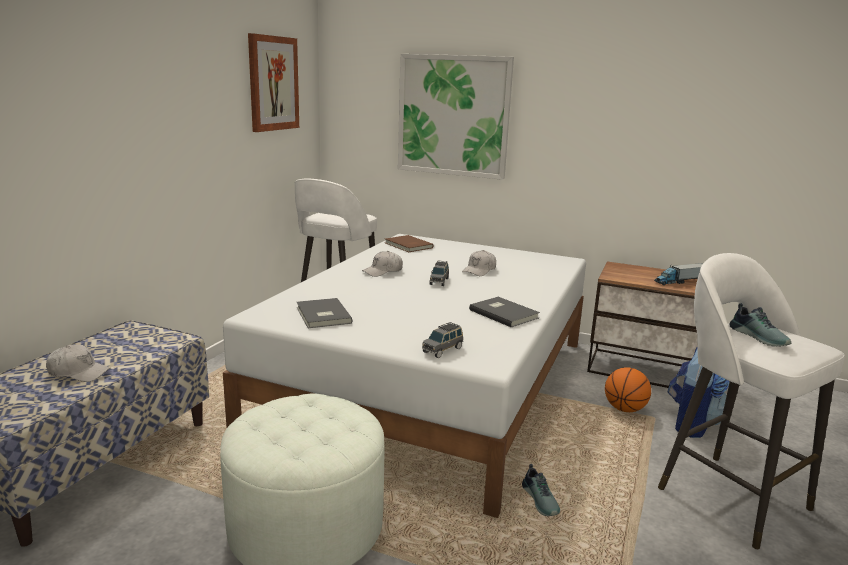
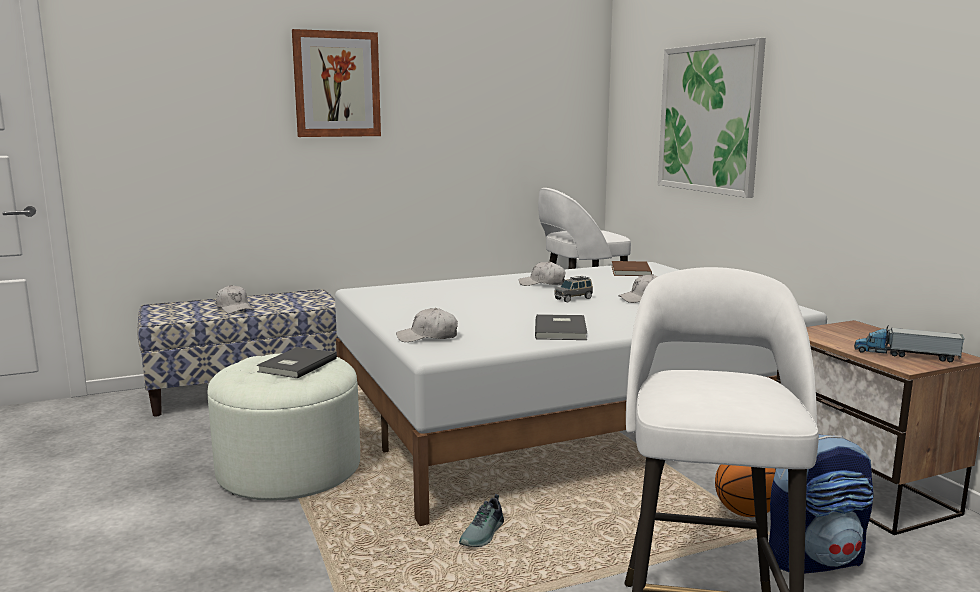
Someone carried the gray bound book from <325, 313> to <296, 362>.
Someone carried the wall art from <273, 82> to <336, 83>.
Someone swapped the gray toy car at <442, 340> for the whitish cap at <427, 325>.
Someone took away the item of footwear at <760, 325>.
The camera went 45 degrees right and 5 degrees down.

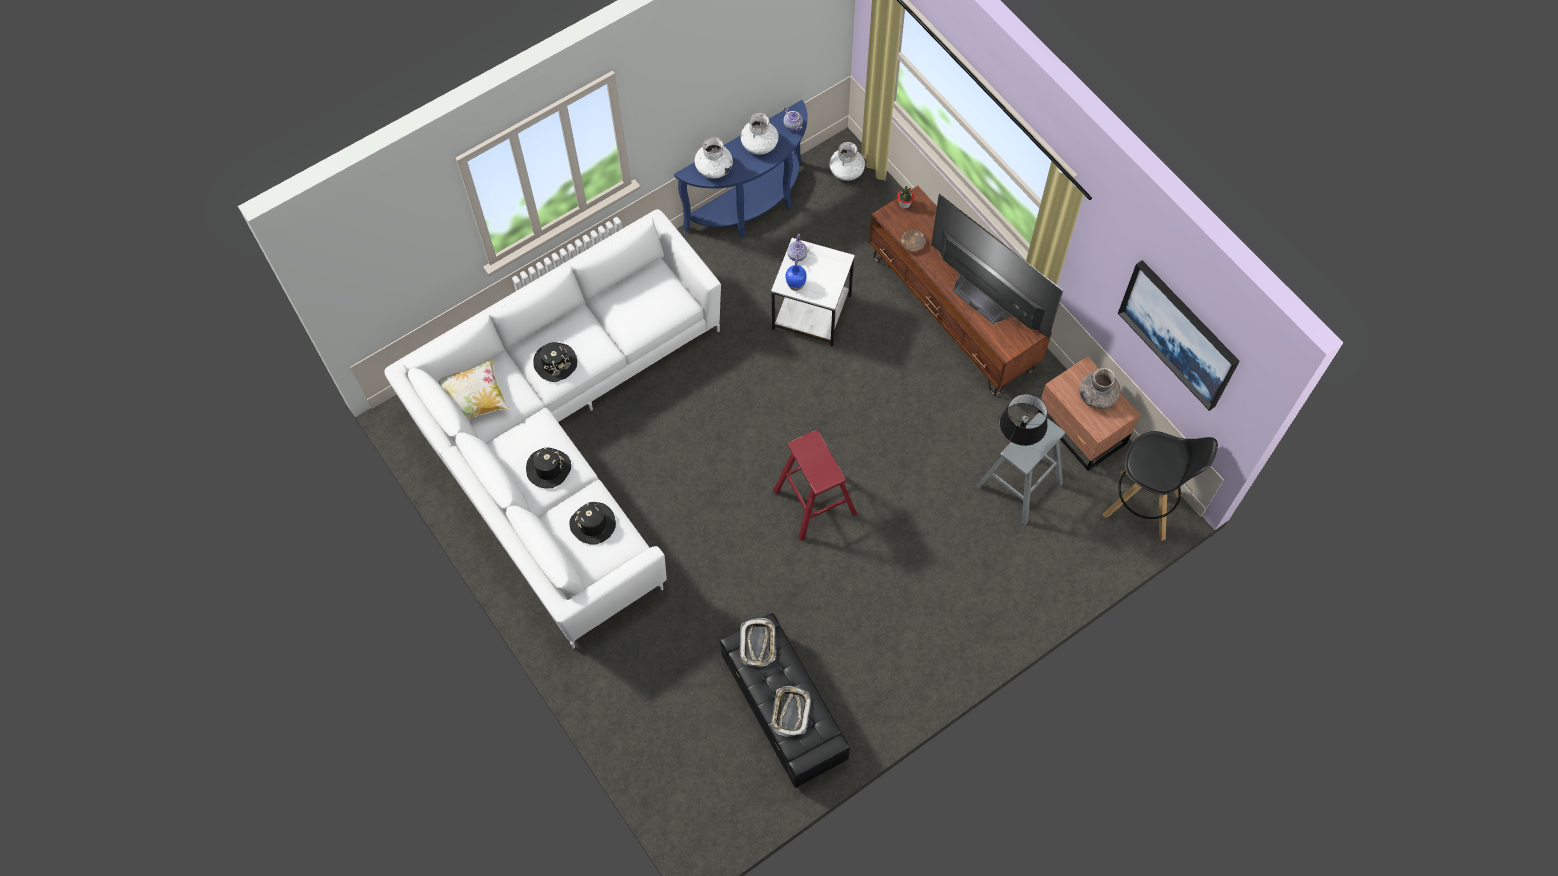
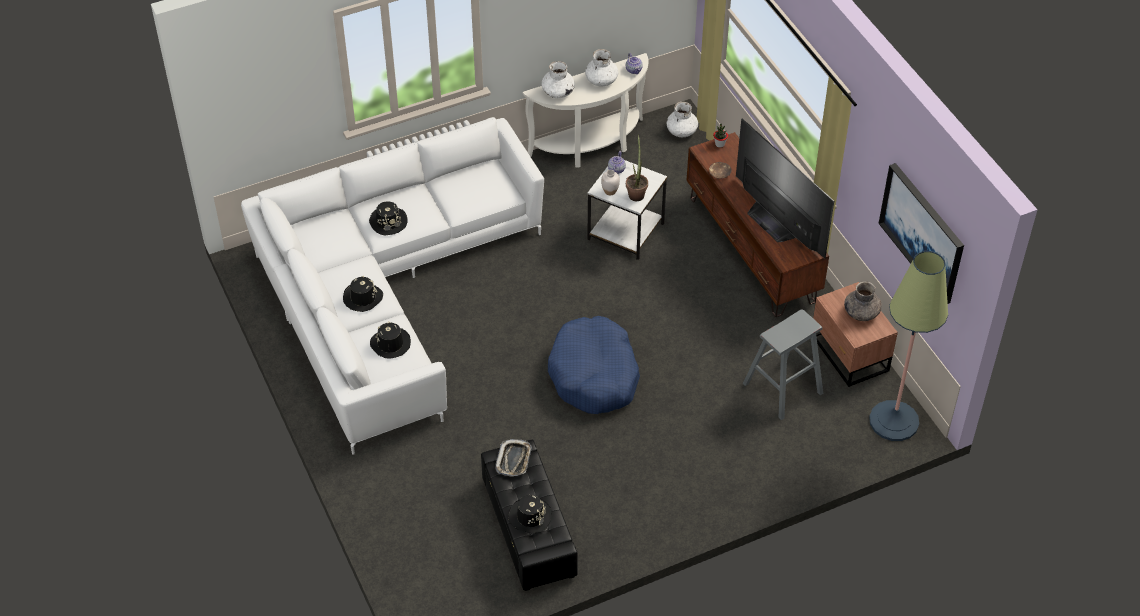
Someone swapped the serving tray at <791, 711> for the black-coloured clothing hat at <530, 514>.
Someone repainted the blue-coloured console table at <741, 168>, which became the whitish console table at <585, 110>.
Someone swapped the reddish stool seat at <815, 485> for the blue-coloured dog cushion at <594, 365>.
Someone repainted the blue-coloured flower vase at <796, 278>, which became the whitish flower vase at <610, 182>.
Someone put down the houseplant at <637, 167>.
Someone swapped the black-coloured stool seat at <1160, 486> for the floor lamp at <908, 346>.
Someone took away the throw pillow at <474, 388>.
Someone took away the black-coloured table lamp at <1023, 420>.
The camera went 10 degrees right and 15 degrees down.

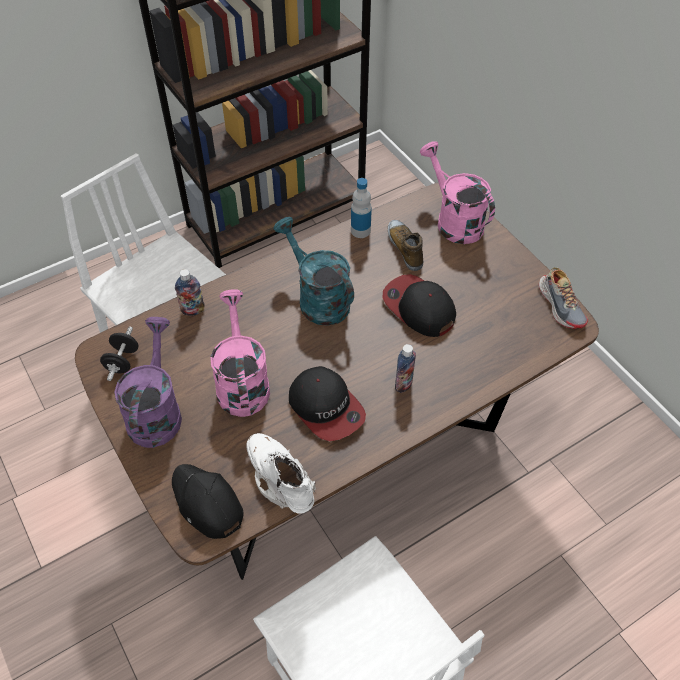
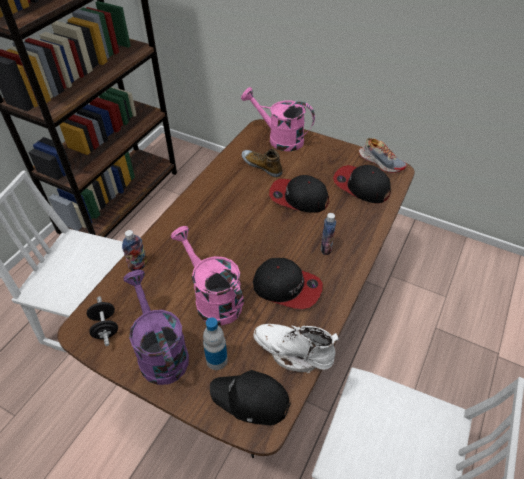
Someone carried the beverage bottle from <361, 208> to <215, 343>.
Someone put down the cap at <362, 184>.
Someone took away the turquoise-coloured watering can at <313, 271>.
The camera went 30 degrees left and 5 degrees down.

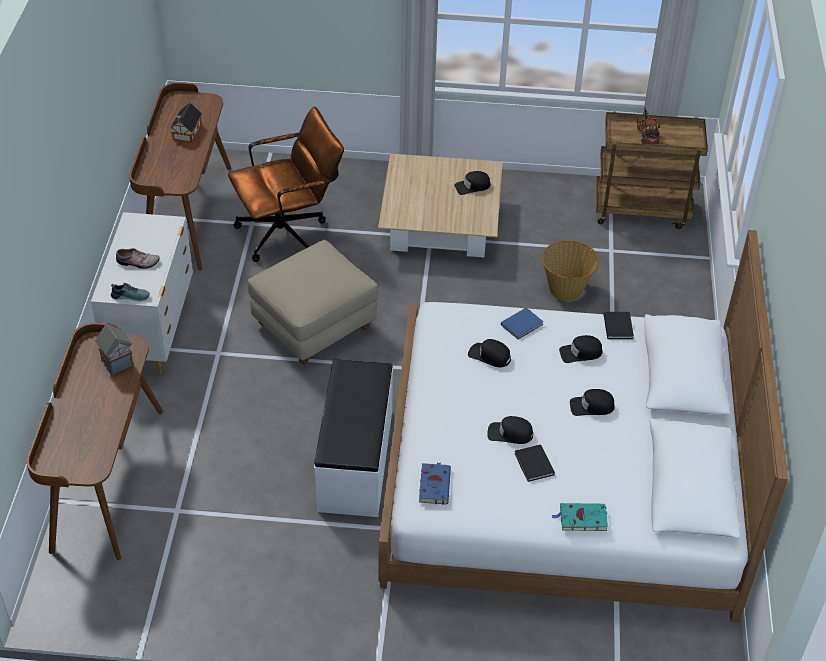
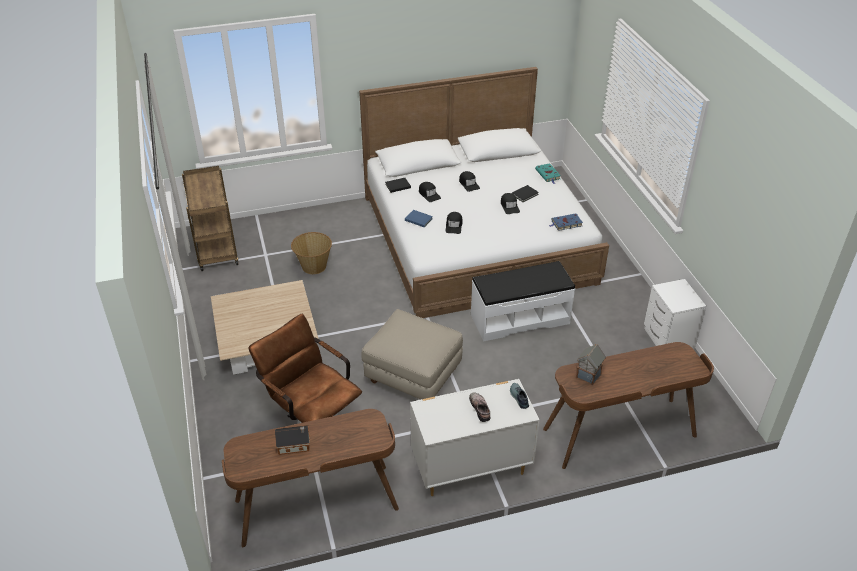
Someone put down the whitish night table at <675, 314>.
Someone took away the black-coloured cap at <472, 183>.
Someone took away the toy truck at <649, 126>.
The camera went 110 degrees left and 5 degrees down.

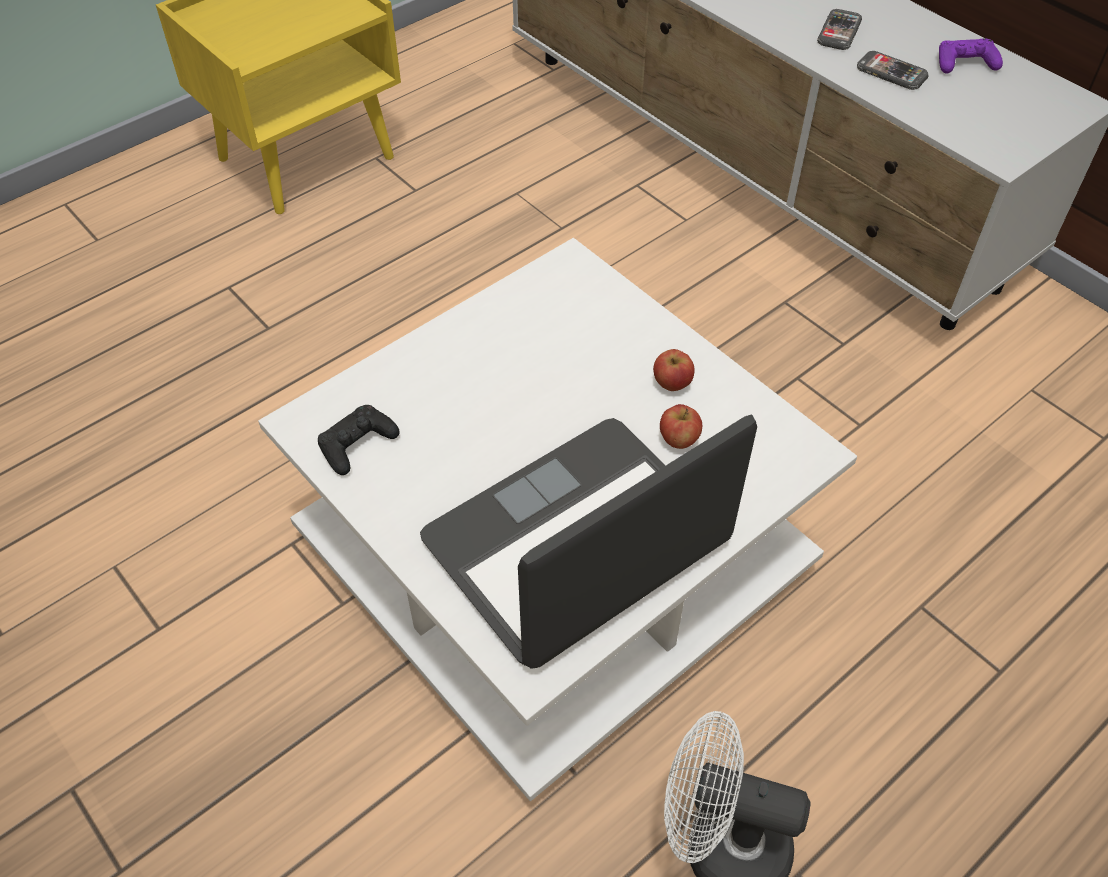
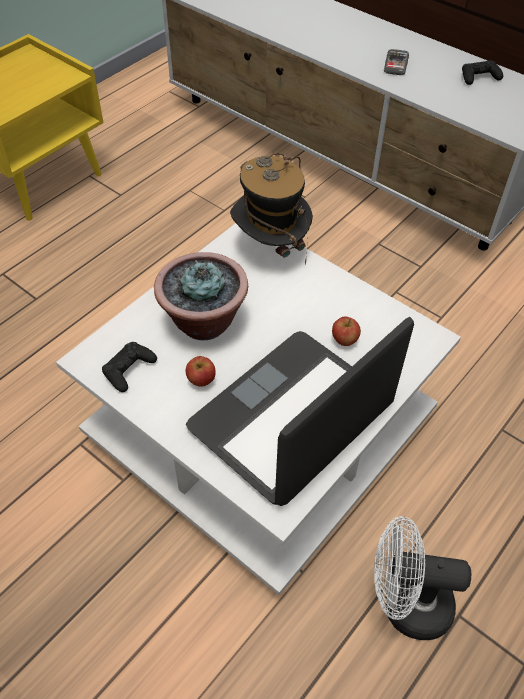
Someone put down the houseplant at <201, 296>.
Someone carried the apple fruit from <673, 370> to <200, 371>.
Someone put down the clothing hat at <271, 208>.
Someone repainted the purplish gamepad at <971, 56>, which became the black-coloured gamepad at <482, 72>.
Someone took away the telephone at <893, 70>.
The camera went 10 degrees left and 0 degrees up.

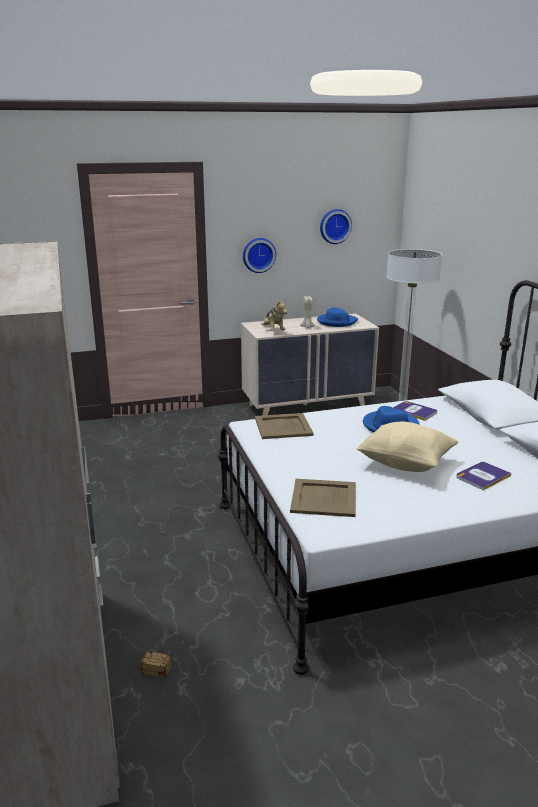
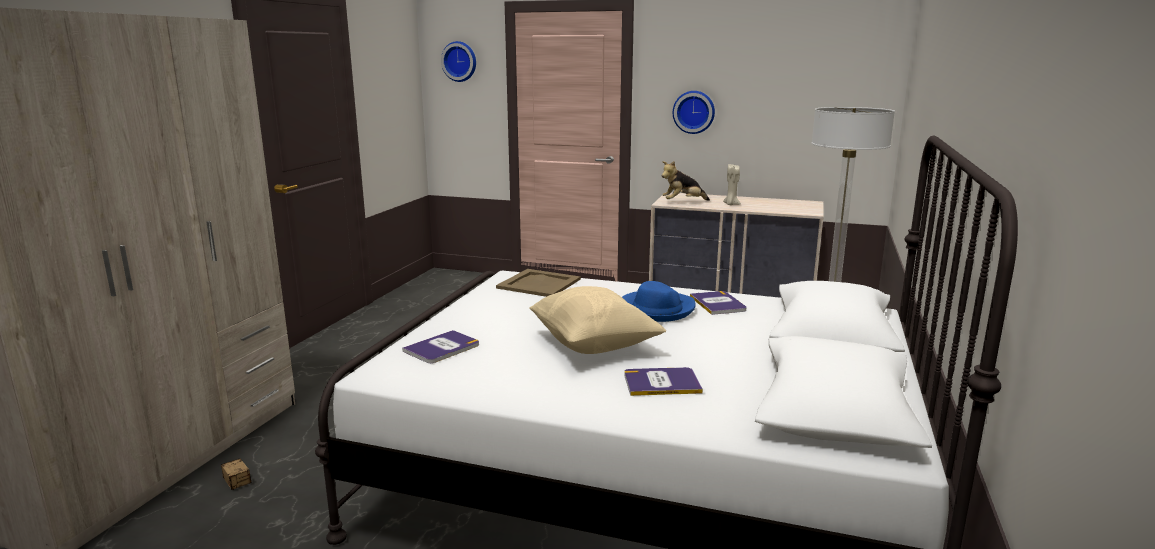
Someone swapped the beige serving tray at <323, 498> for the bound book at <440, 346>.
Someone carried the wall clock from <336, 226> to <458, 61>.
Someone rotated the plush toy at <274, 315> by 60 degrees clockwise.
Someone took away the blue-coloured clothing hat at <337, 317>.
The camera went 35 degrees right and 5 degrees down.

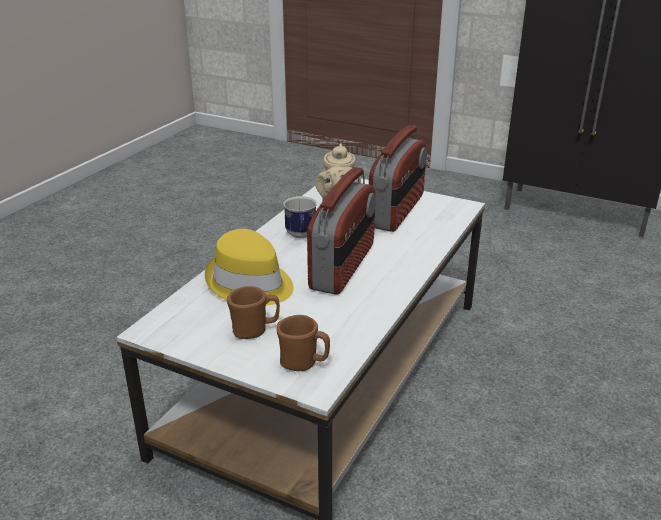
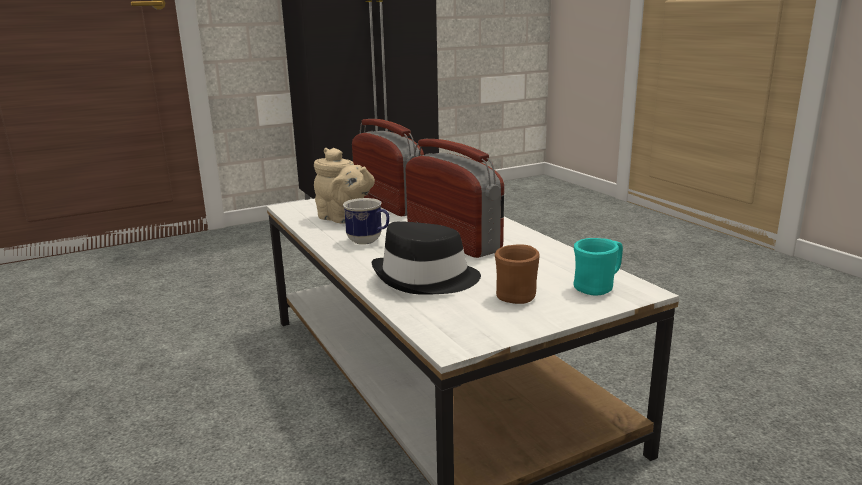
Someone repainted the yellowish clothing hat at <249, 267>, which became the black-coloured clothing hat at <426, 258>.
Someone repainted the brown-coloured mug at <303, 343>, which became the turquoise-coloured mug at <598, 266>.
The camera went 55 degrees left and 10 degrees down.

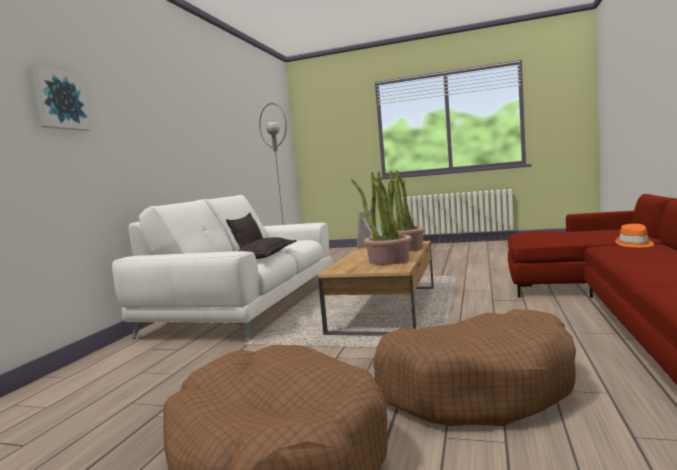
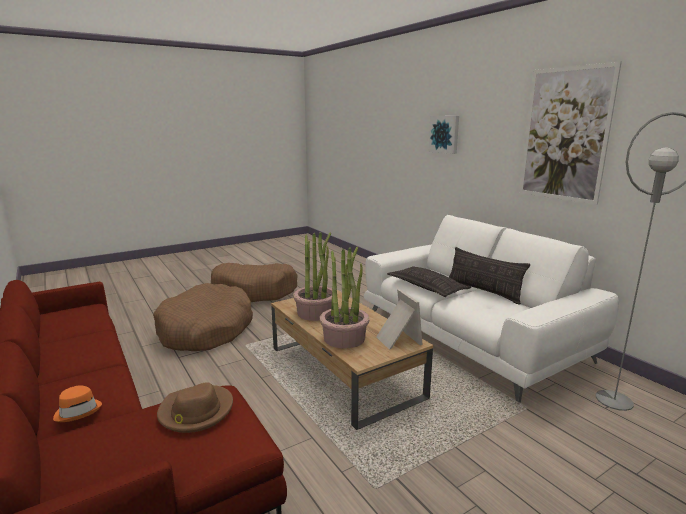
Someone put down the brown-coloured clothing hat at <195, 407>.
Someone put up the wall art at <570, 133>.
The camera went 130 degrees right and 10 degrees up.

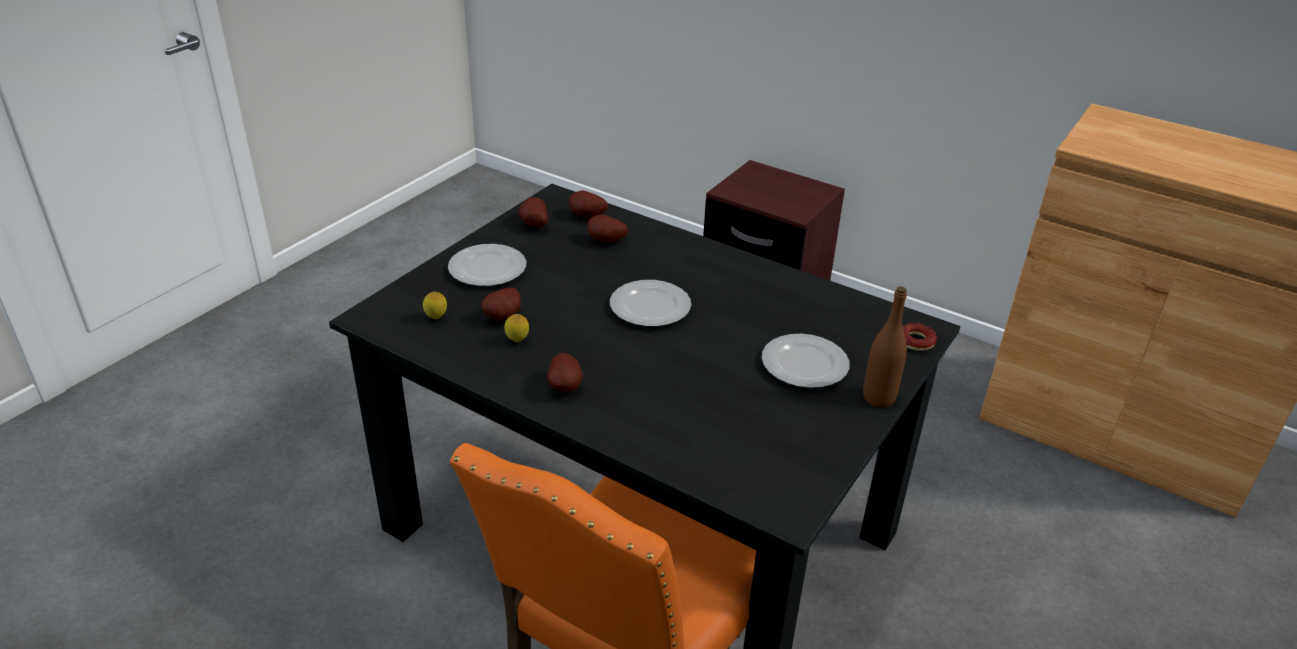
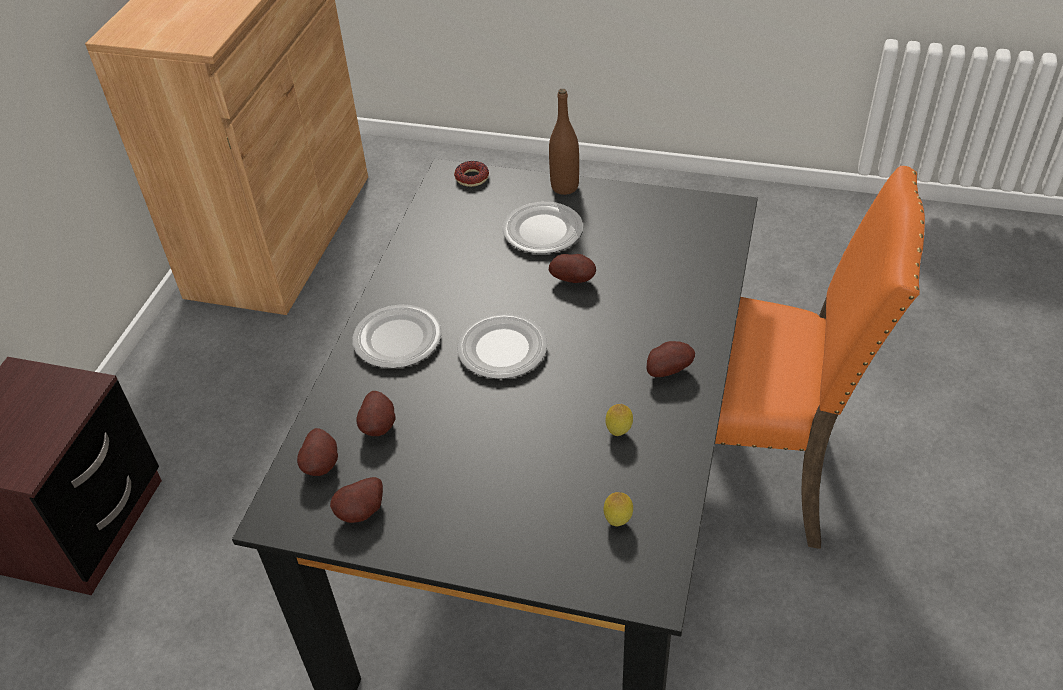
Someone carried the dinner plate from <487, 265> to <397, 336>.
Someone carried the potato from <501, 304> to <572, 268>.
The camera went 105 degrees left and 10 degrees up.

